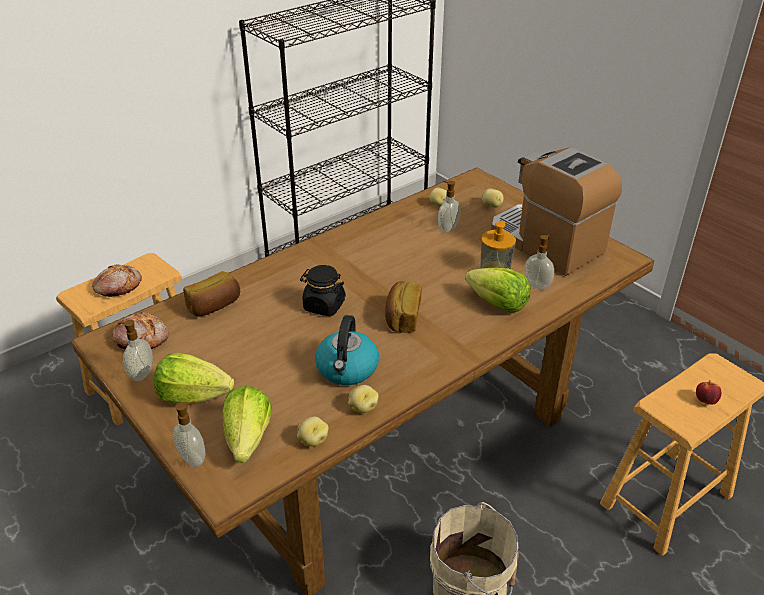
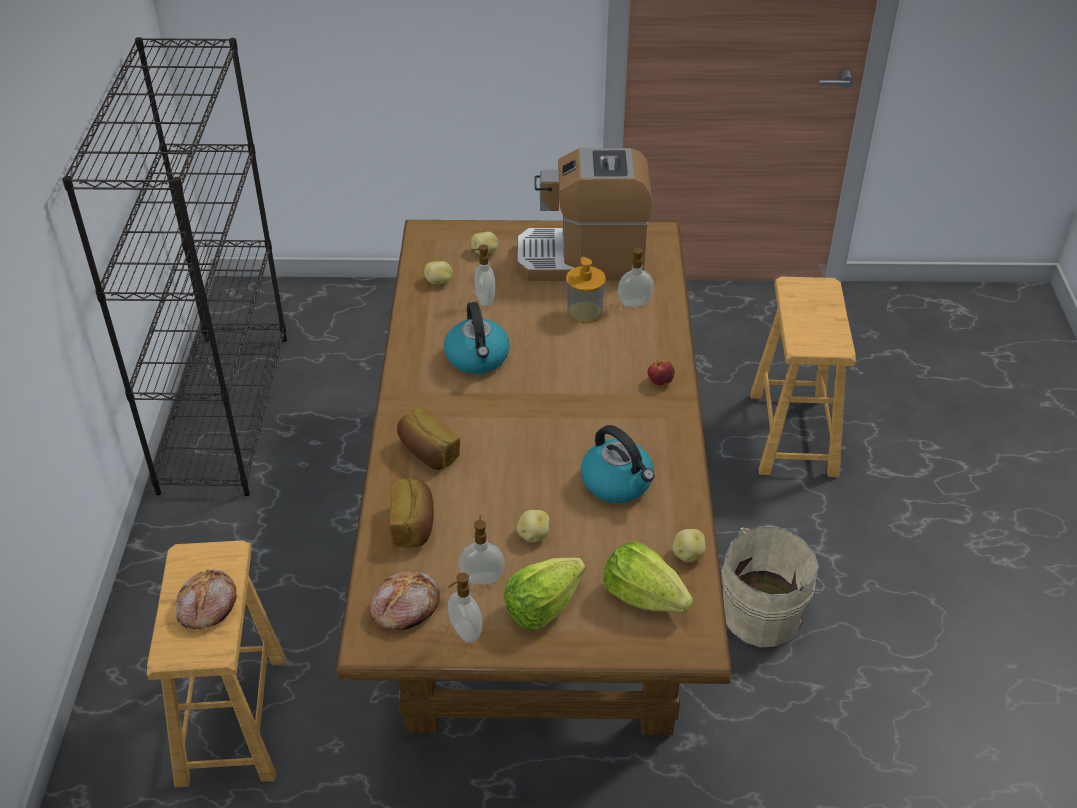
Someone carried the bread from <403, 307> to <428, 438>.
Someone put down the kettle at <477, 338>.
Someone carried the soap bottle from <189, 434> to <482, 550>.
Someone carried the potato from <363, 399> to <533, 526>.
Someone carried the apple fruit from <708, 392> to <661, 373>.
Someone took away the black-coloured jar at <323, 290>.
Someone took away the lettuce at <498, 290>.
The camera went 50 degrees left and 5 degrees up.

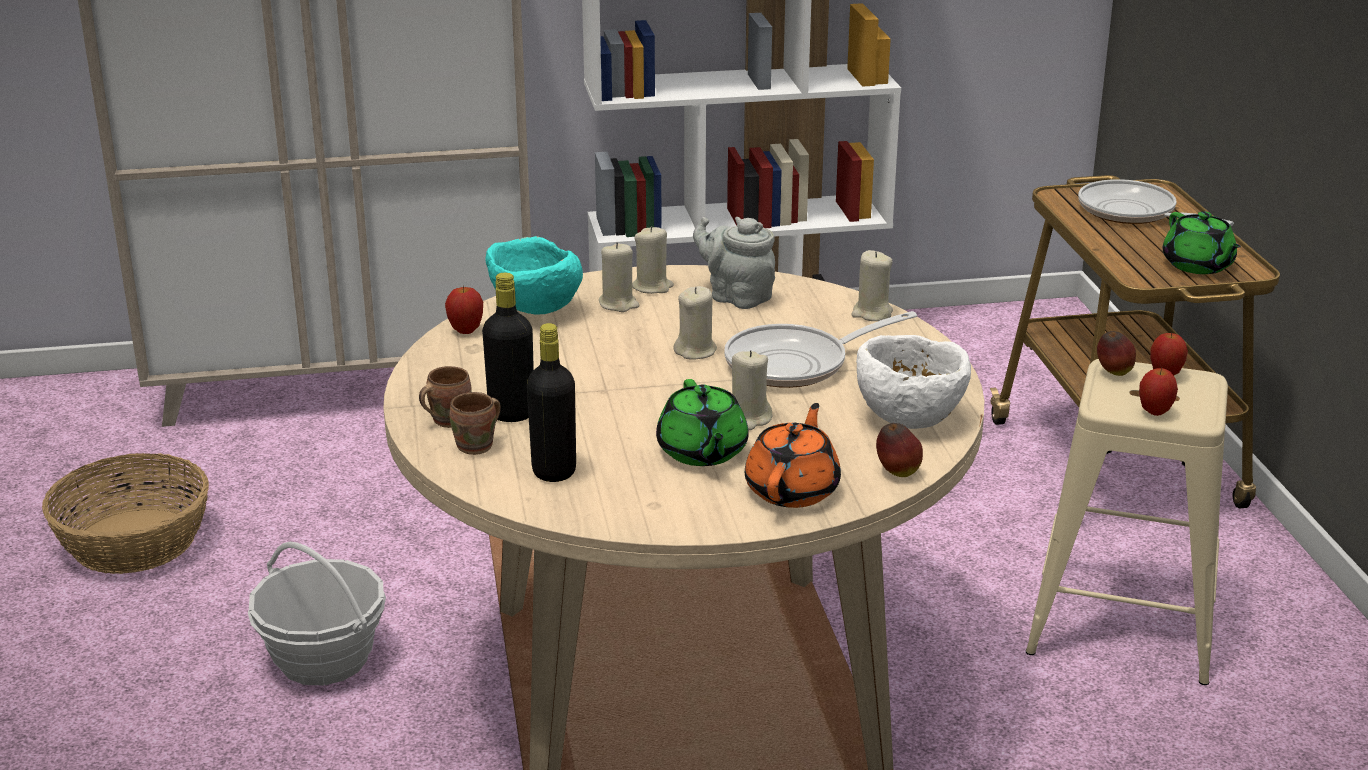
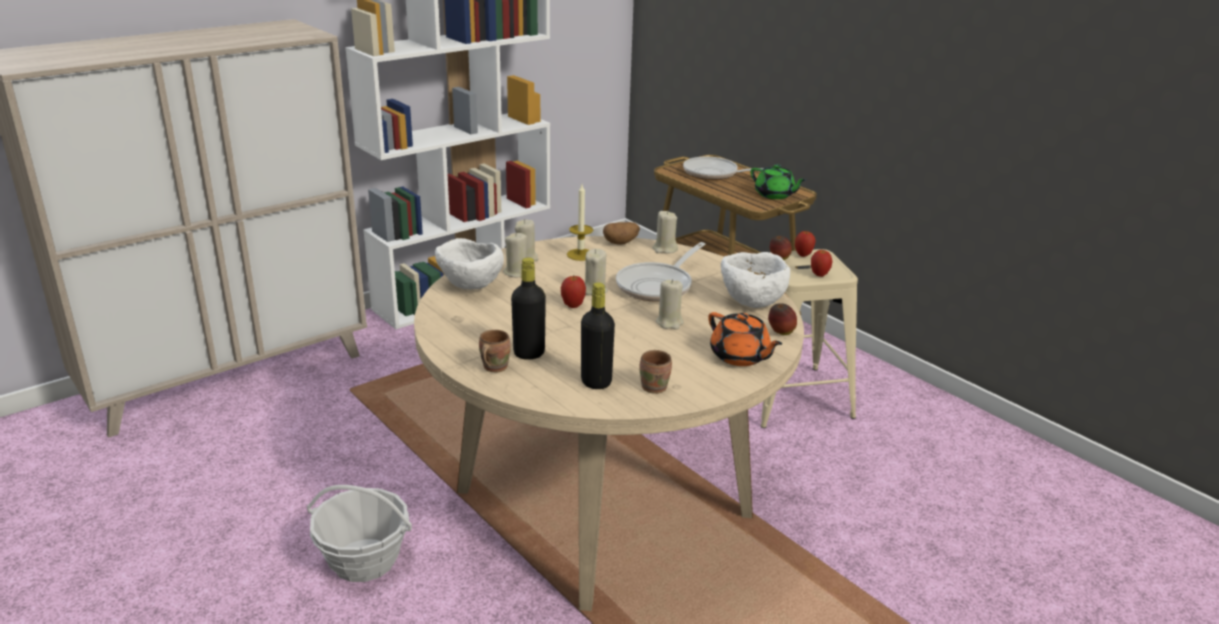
Someone repainted the turquoise-coloured bowl at <534, 275>, which became the whitish bowl at <469, 263>.
Someone carried the apple fruit from <464, 309> to <573, 292>.
Someone swapped the gray tea pot at <734, 263> for the wax light at <580, 222>.
Someone put down the potato at <621, 233>.
Someone carried the brown-coloured mug from <475, 423> to <655, 372>.
Someone rotated the orangey tea pot at <793, 455> by 150 degrees clockwise.
Someone took away the household basket at <125, 513>.
Someone took away the greenish tea pot at <702, 422>.
The camera went 30 degrees left and 0 degrees up.

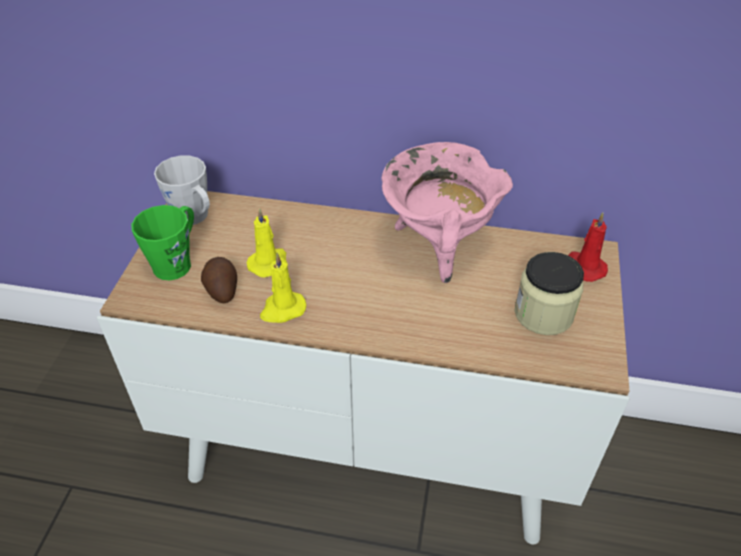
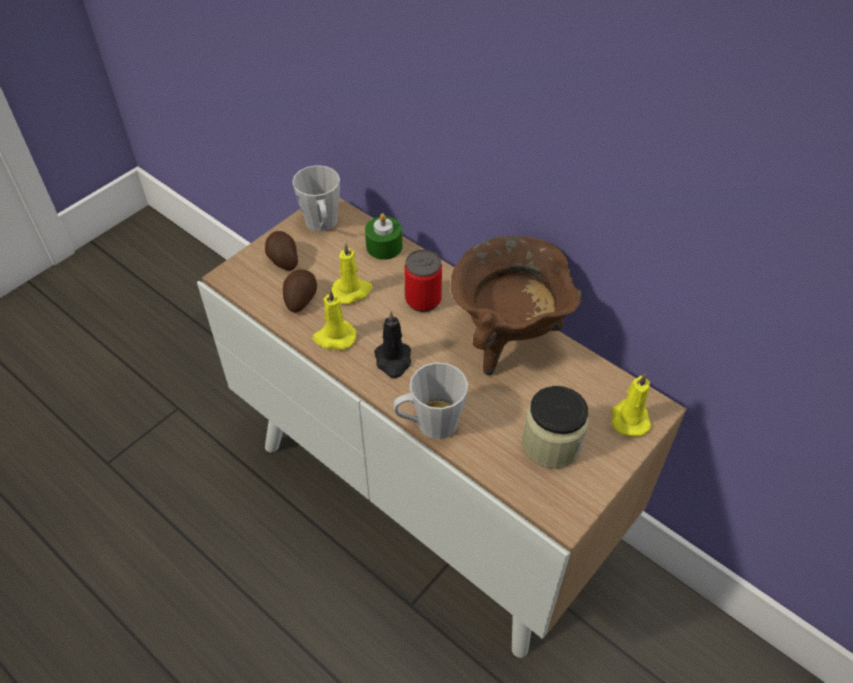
Someone swapped the greenish mug at <162, 242> for the potato at <281, 250>.
Someone put down the greenish wax light at <383, 236>.
Someone put down the black-coloured wax light at <392, 344>.
Someone put down the gray mug at <430, 400>.
Someone put down the metal can at <423, 281>.
Someone repainted the pink-coloured saucepot at <447, 212>, which became the brown-coloured saucepot at <516, 305>.
Someone repainted the reddish wax light at <588, 247>, which became the yellowish wax light at <631, 404>.
The camera went 30 degrees right and 5 degrees up.

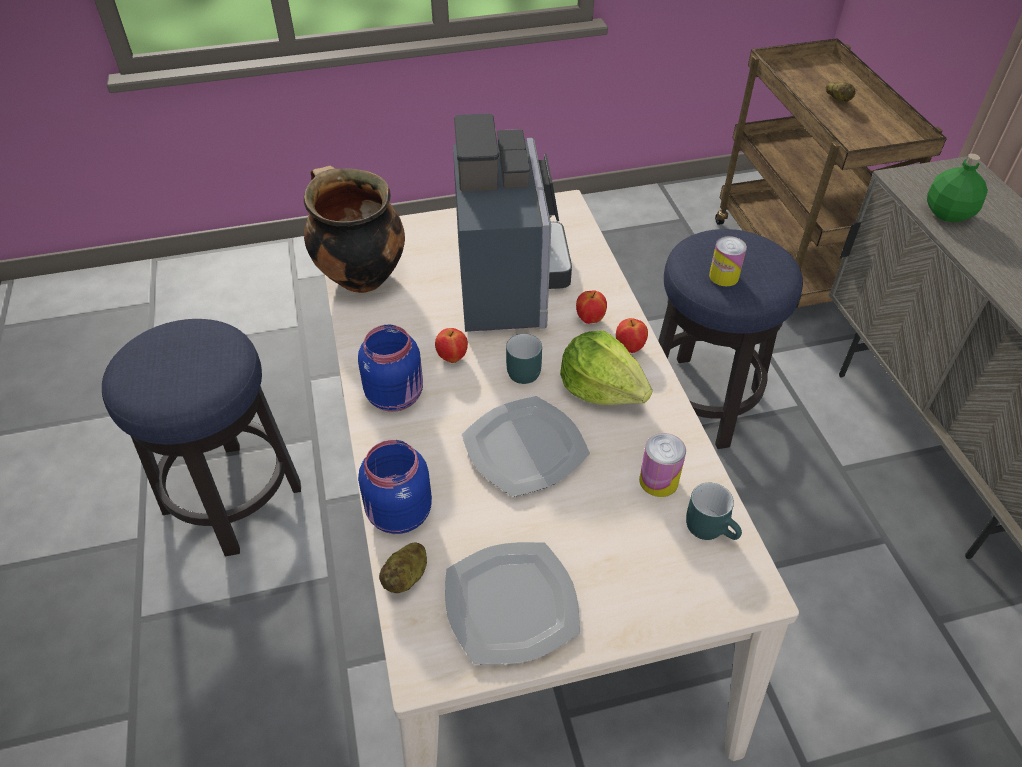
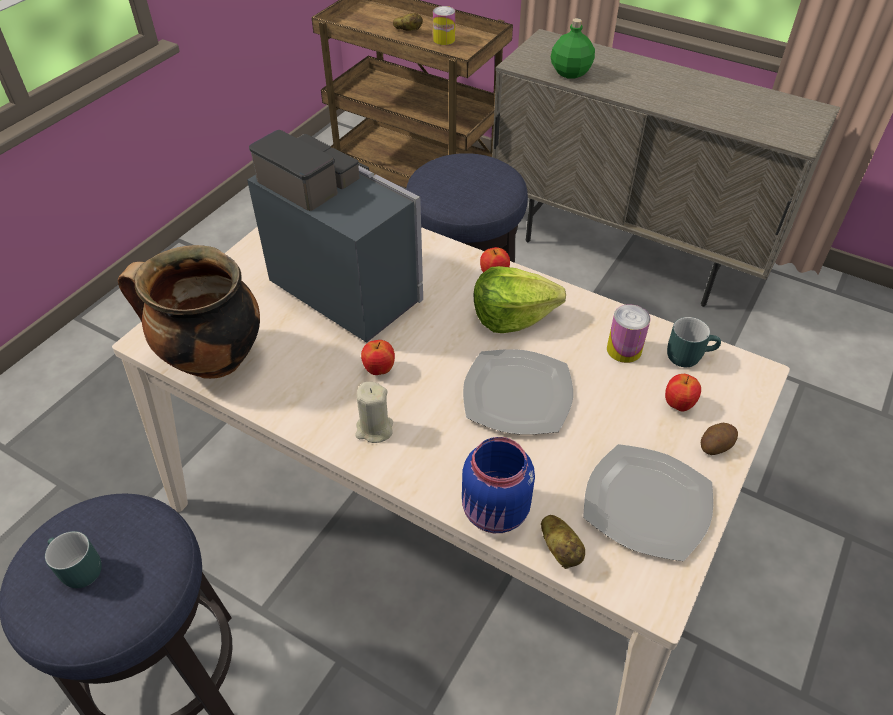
Someone carried the turquoise-coloured mug from <524, 359> to <73, 559>.
Someone swapped the blue-coloured jar at <390, 368> for the beige wax light at <374, 412>.
Someone carried the metal can from <728, 261> to <444, 25>.
Someone carried the apple fruit from <591, 307> to <683, 392>.
Someone put down the potato at <719, 439>.
The camera went 45 degrees left and 0 degrees up.

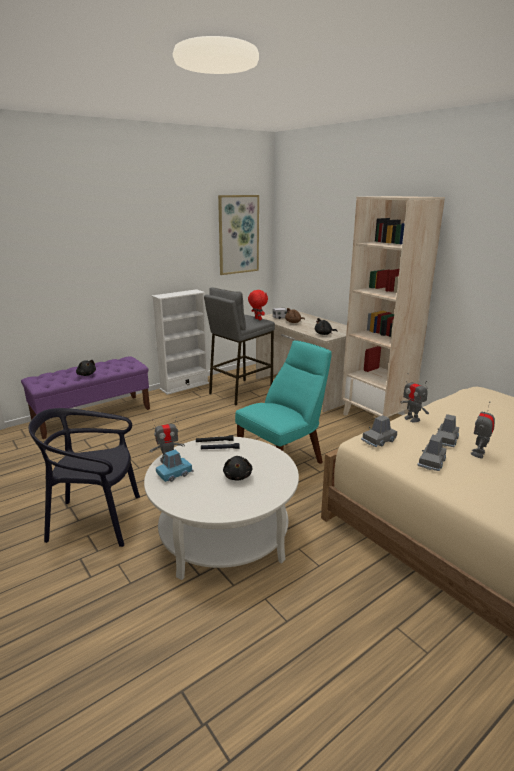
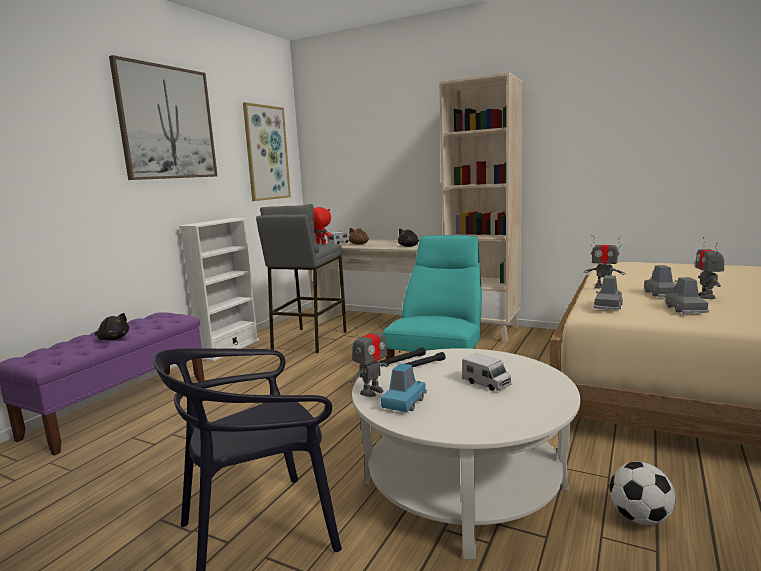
Someone put up the wall art at <163, 117>.
Someone swapped the black-coloured plush toy at <237, 468> for the toy truck at <487, 372>.
Someone put down the football at <643, 493>.
The camera went 25 degrees left and 10 degrees down.

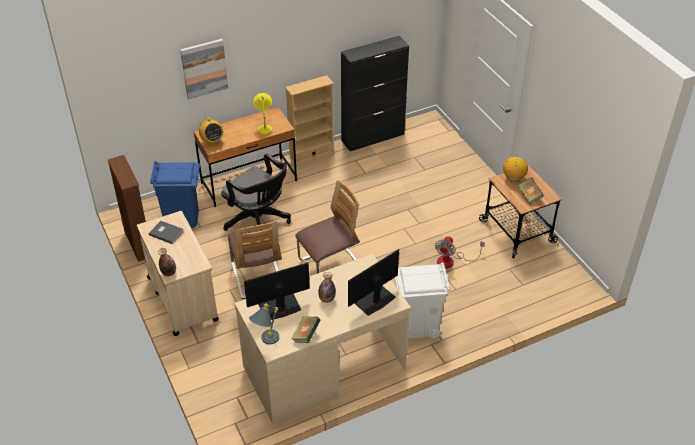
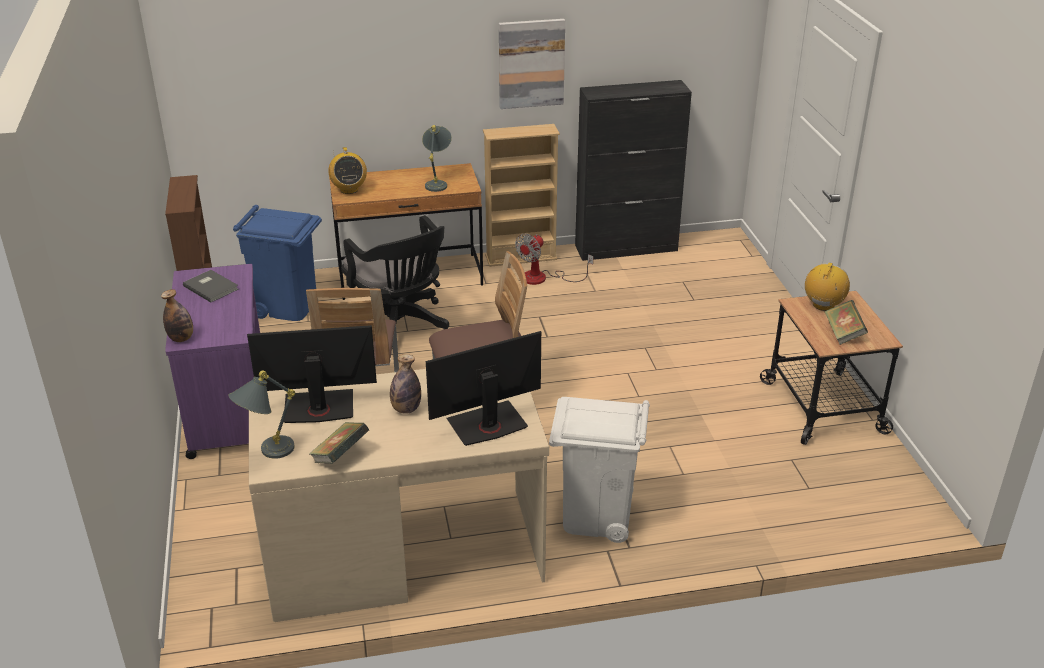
Someone repainted the beige wheeled cart at <178, 273>, which became the purplish wheeled cart at <212, 361>.
Someone repainted the yellowish table lamp at <262, 113>, which became the gray table lamp at <437, 158>.
Someone carried the wall art from <204, 69> to <532, 64>.
Someone carried the fan from <460, 253> to <554, 259>.
The camera went 15 degrees right and 10 degrees down.

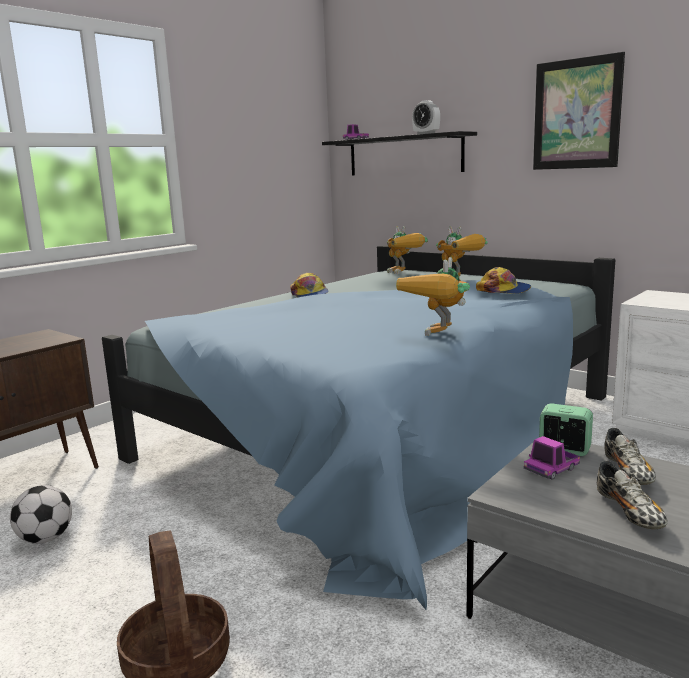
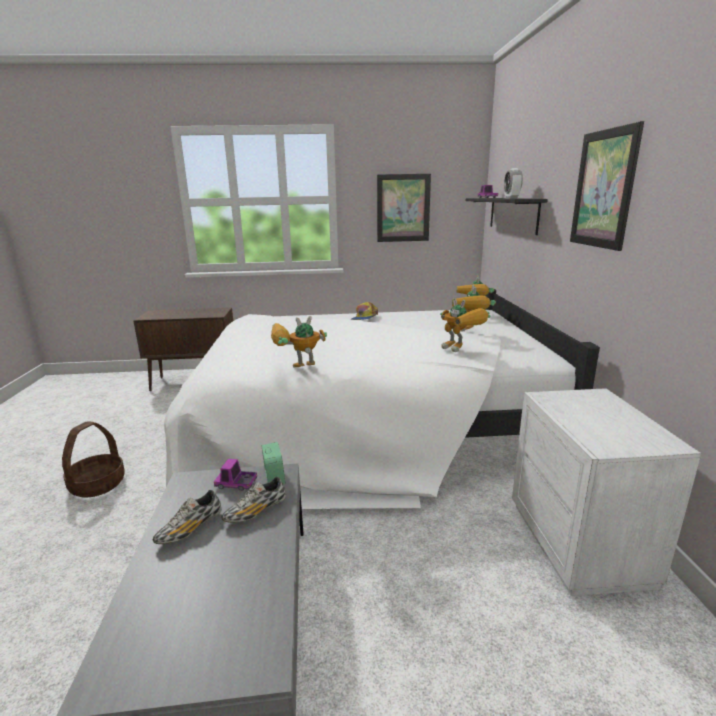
Someone repainted the blue-coloured bedroom bed at <358, 427>, which became the whitish bedroom bed at <382, 398>.
Someone put up the wall art at <404, 208>.
Someone swapped the cap at <503, 280> for the model robot at <465, 325>.
Someone took away the football at <41, 514>.
The camera went 45 degrees right and 5 degrees up.

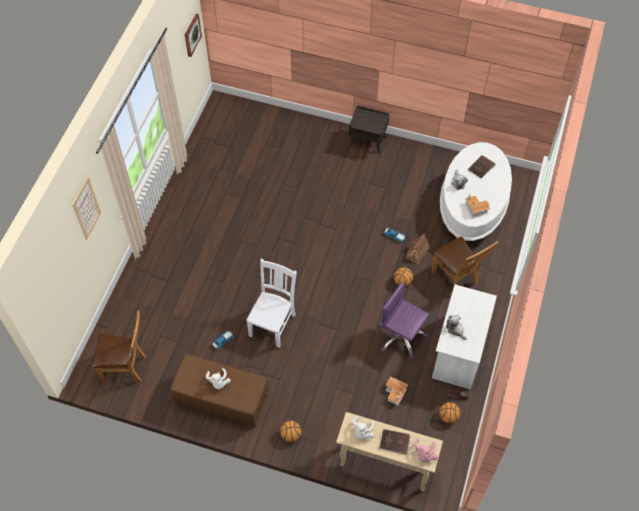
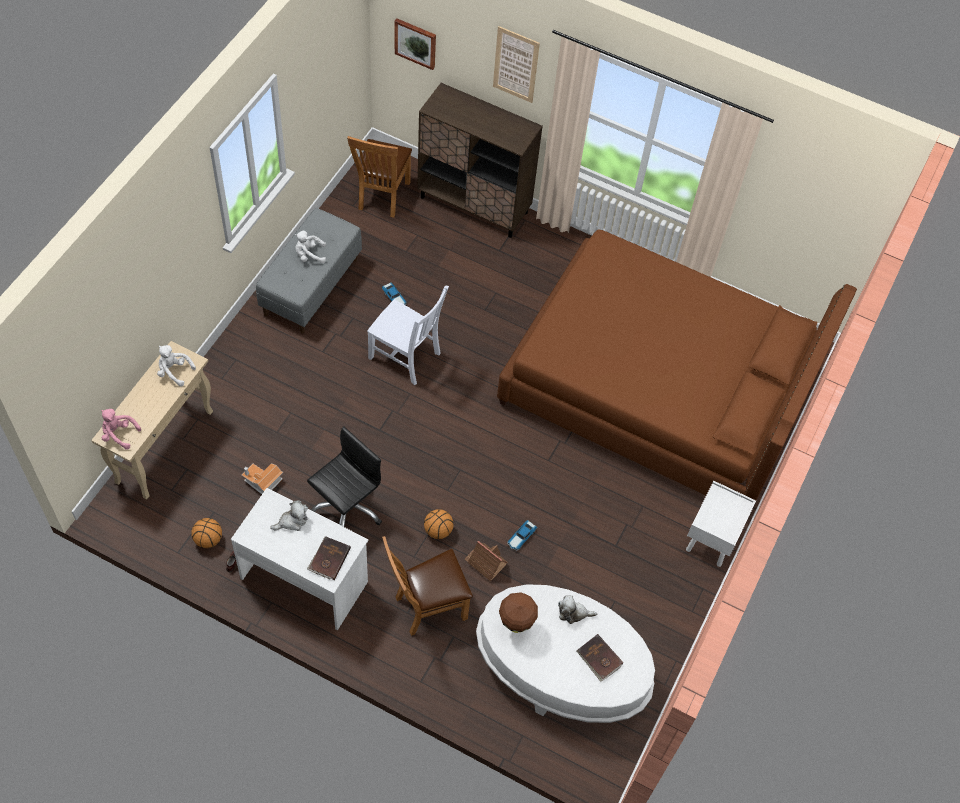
Someone repainted the brown-coloured indoor bench at <219, 390>, which became the gray indoor bench at <309, 271>.
Someone repainted the purplish office chair at <404, 320>, which became the black-coloured office chair at <344, 476>.
Someone carried the brown-coloured bound book from <394, 442> to <329, 558>.
Someone carried the wall art from <193, 35> to <415, 44>.
Someone put down the brown-coloured cabinet at <480, 160>.
Someone put down the brown-coloured bedroom bed at <677, 365>.
Someone swapped the toy house at <477, 206> for the brown-coloured table lamp at <518, 612>.
Someone repainted the brown-coloured night table at <369, 129>, which became the whitish night table at <721, 524>.
Someone took away the basketball at <290, 431>.
The camera went 95 degrees right and 0 degrees up.

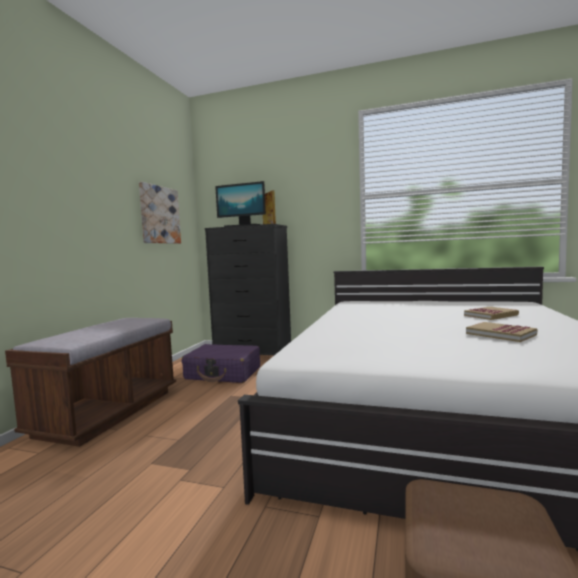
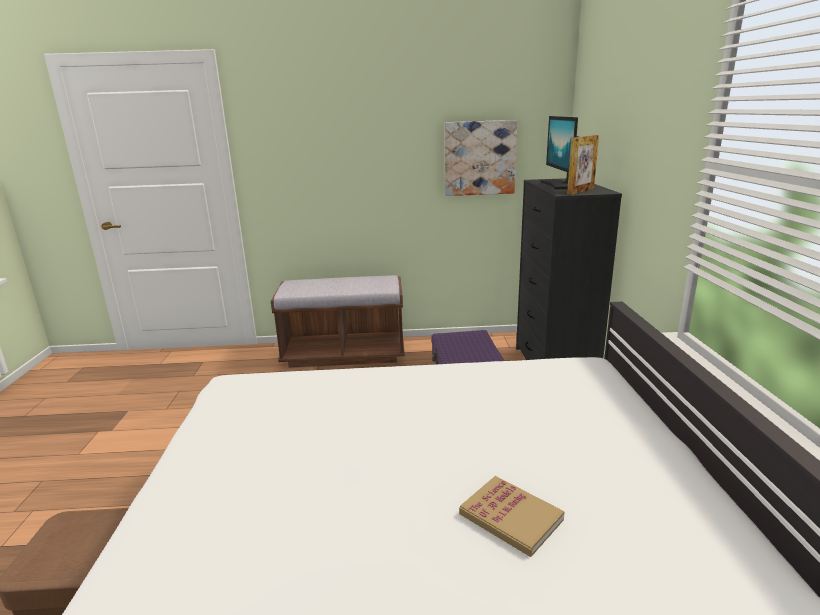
Someone took away the bound book at <501, 332>.
The camera went 70 degrees right and 15 degrees up.

